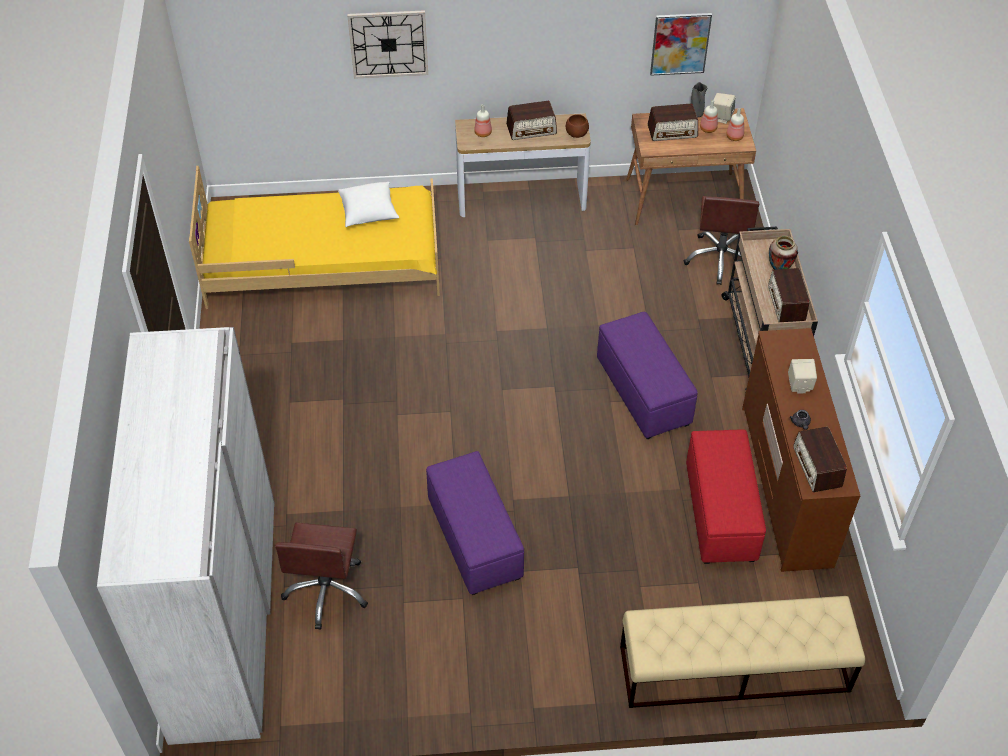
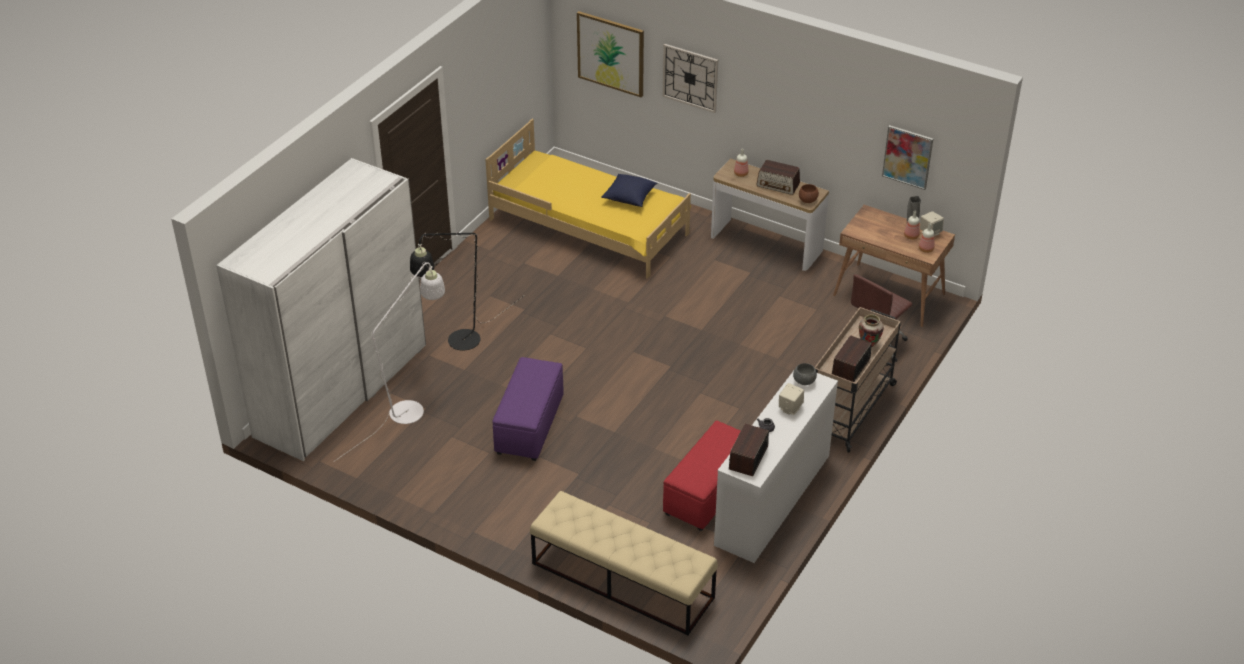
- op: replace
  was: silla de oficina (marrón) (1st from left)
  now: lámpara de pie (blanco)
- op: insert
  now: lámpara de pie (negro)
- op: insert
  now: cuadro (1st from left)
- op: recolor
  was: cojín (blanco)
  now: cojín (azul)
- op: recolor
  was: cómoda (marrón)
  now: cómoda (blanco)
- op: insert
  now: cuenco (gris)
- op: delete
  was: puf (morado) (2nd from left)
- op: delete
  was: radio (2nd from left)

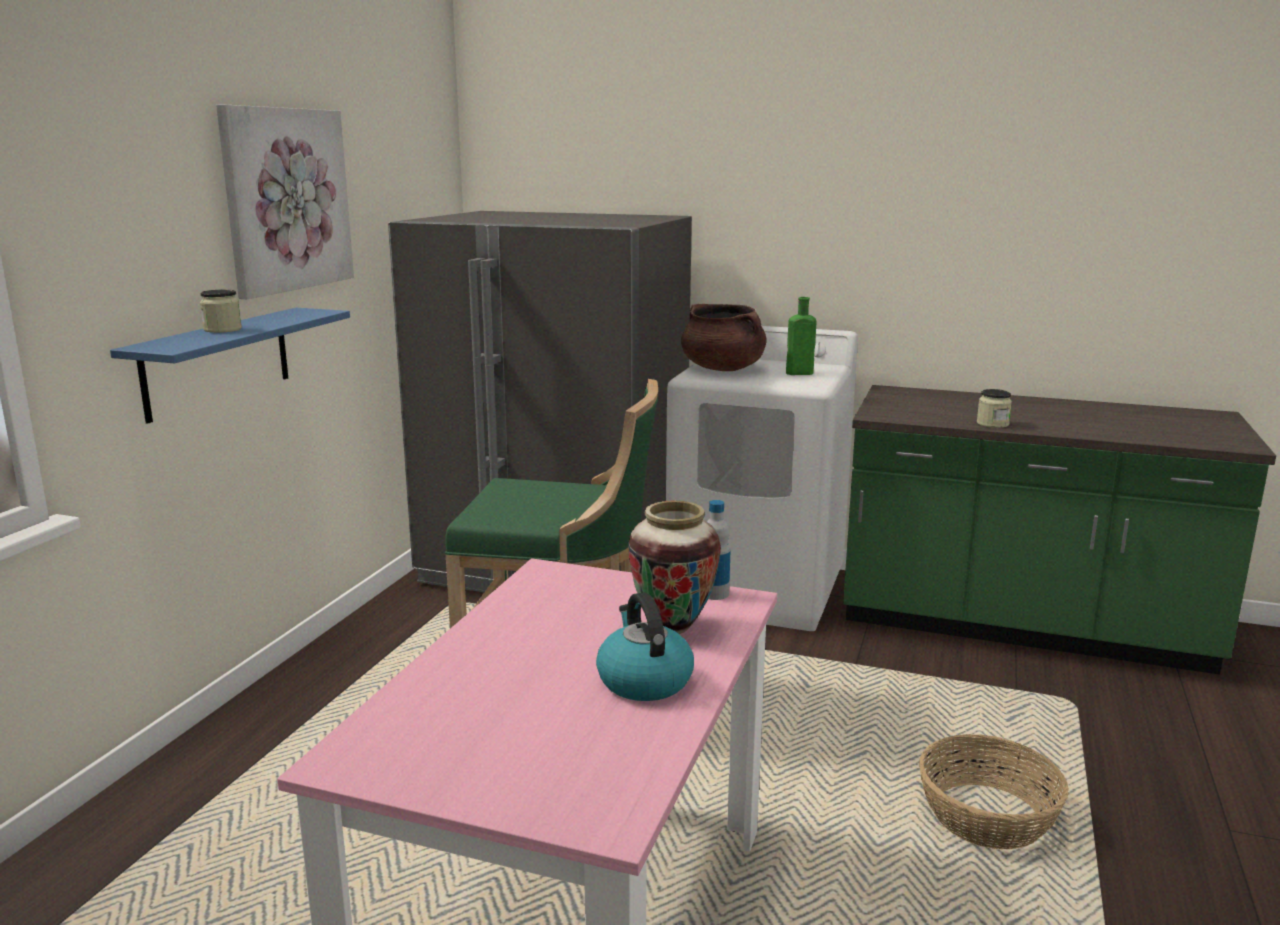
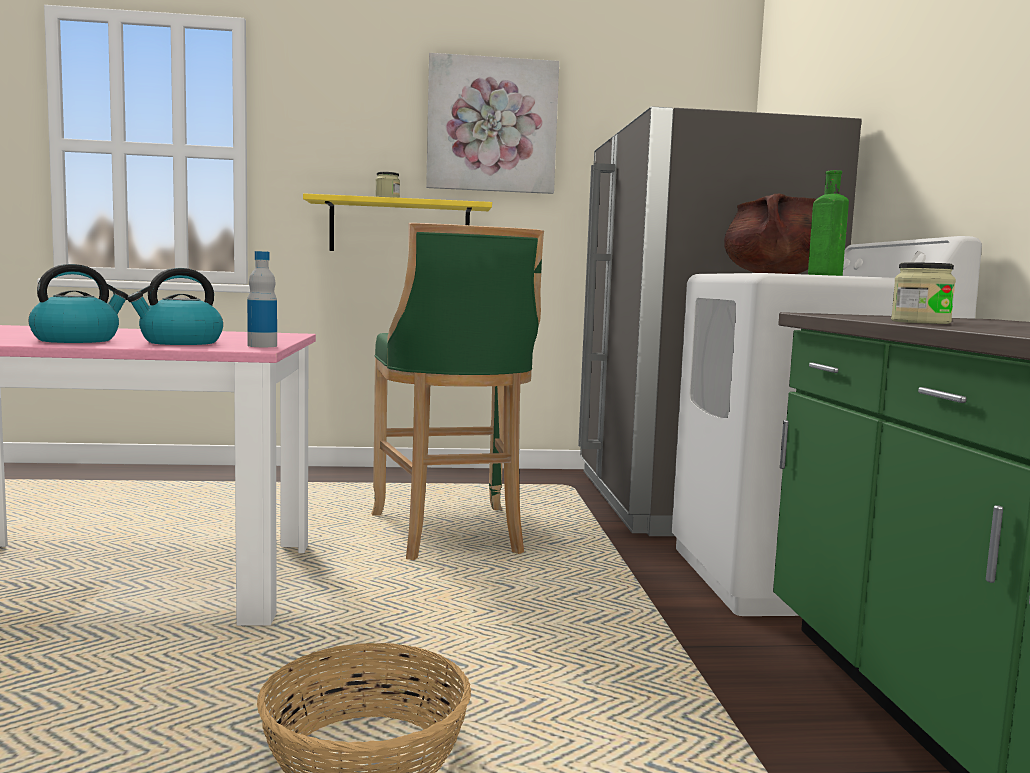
- op: replace
  was: florero
  now: hervidor (2nd from left)
- op: recolor
  was: estante (azul)
  now: estante (amarillo)

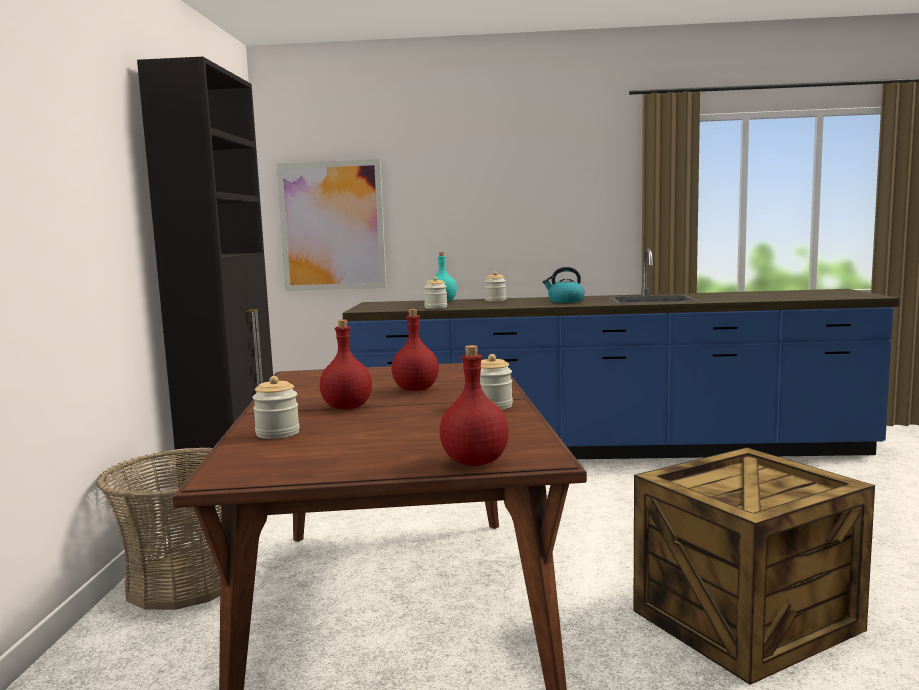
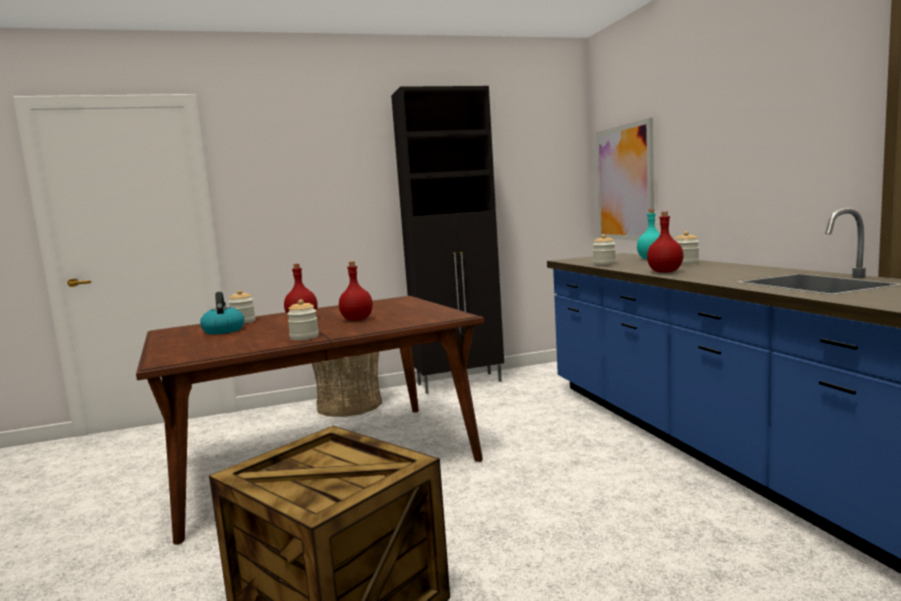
- op: move
  was: hervidor
- op: move
  was: botella (rojo) (3rd from left)

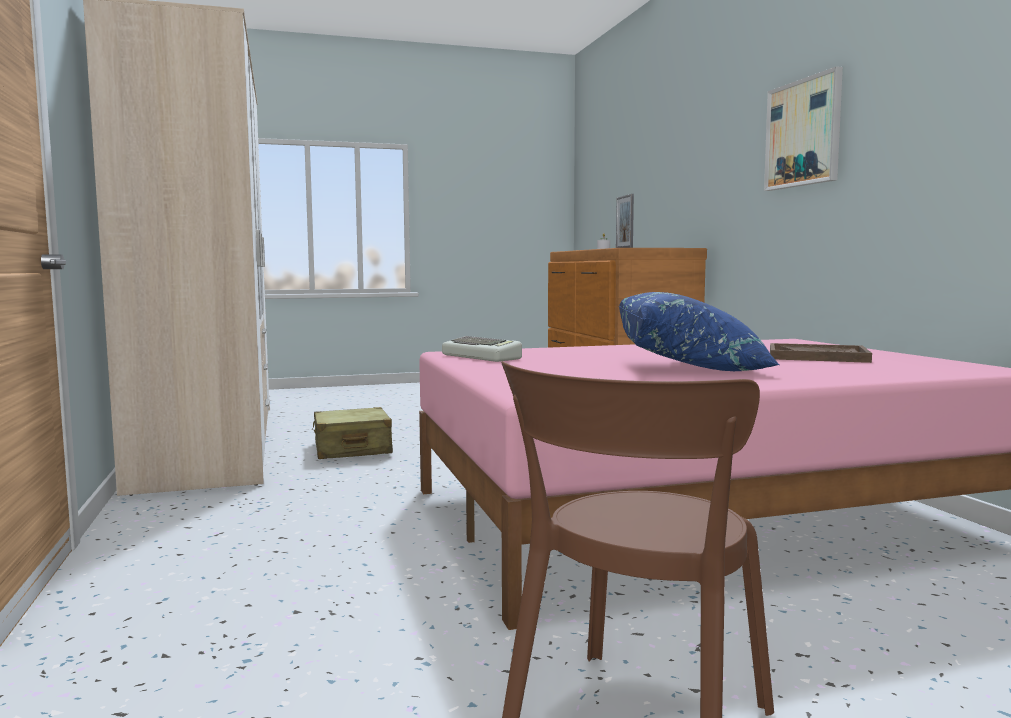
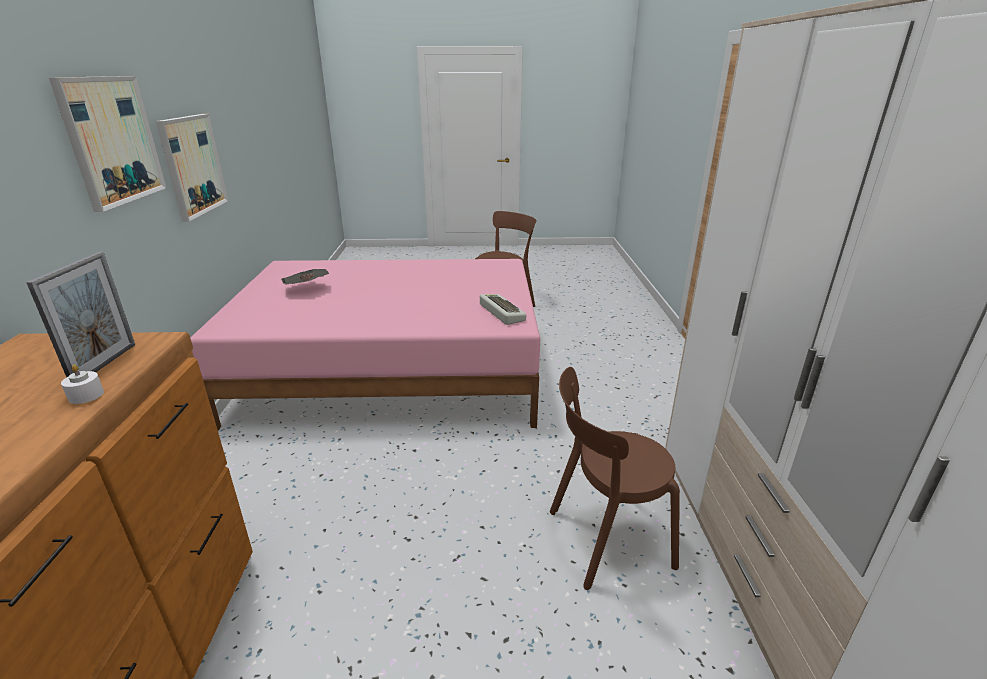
- op: insert
  now: cuadro (2nd from left)
- op: replace
  was: bandeja (marrón)
  now: periódico
- op: replace
  was: maleta (beis)
  now: silla (marrón) (2nd from left)
- op: delete
  was: cojín (azul)

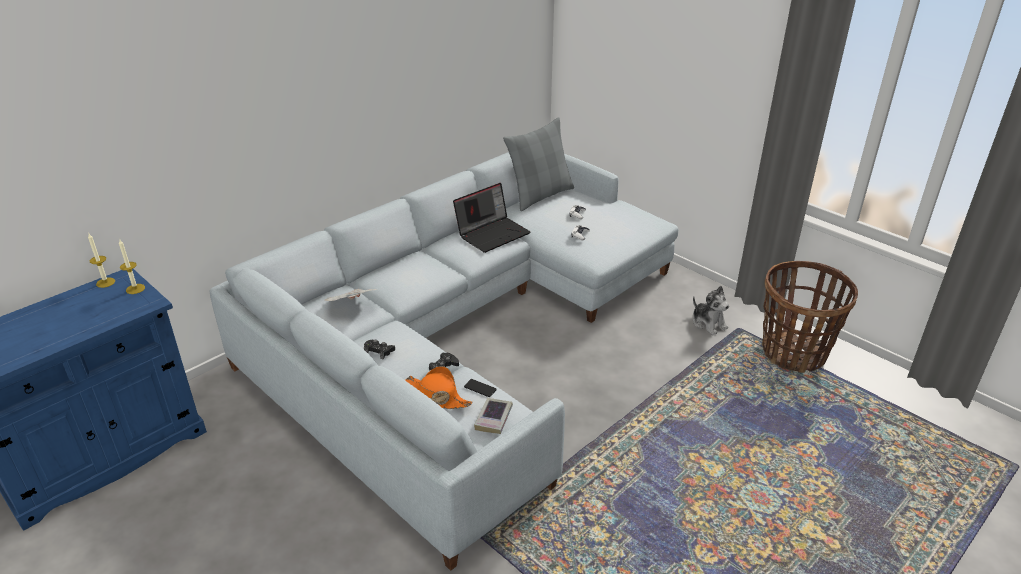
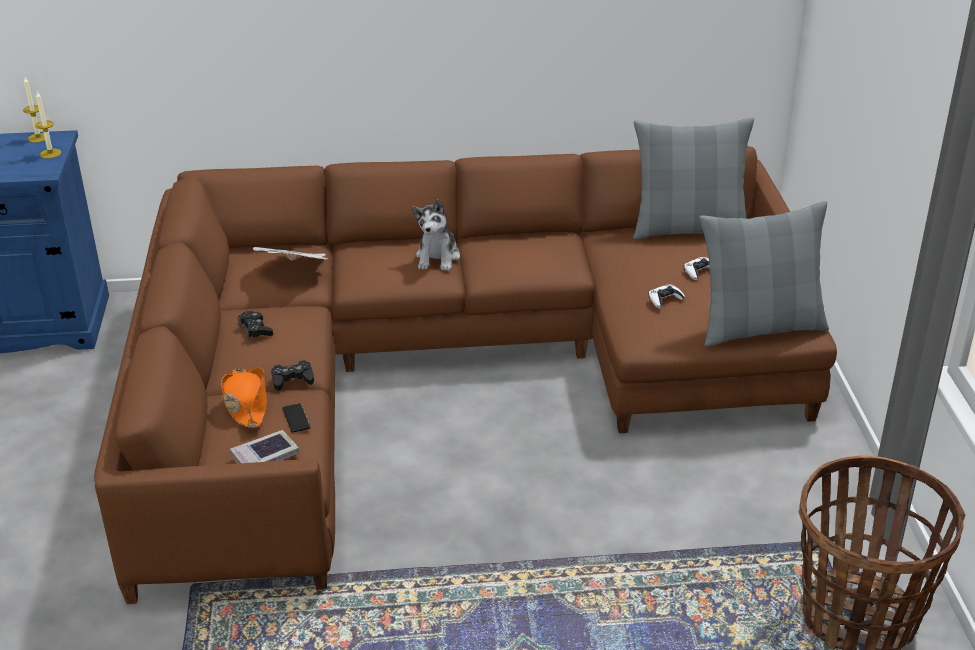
- op: recolor
  was: sofá (gris)
  now: sofá (marrón)
- op: move
  was: peluche
- op: insert
  now: cojín (gris) (2nd from left)
- op: delete
  was: portátil

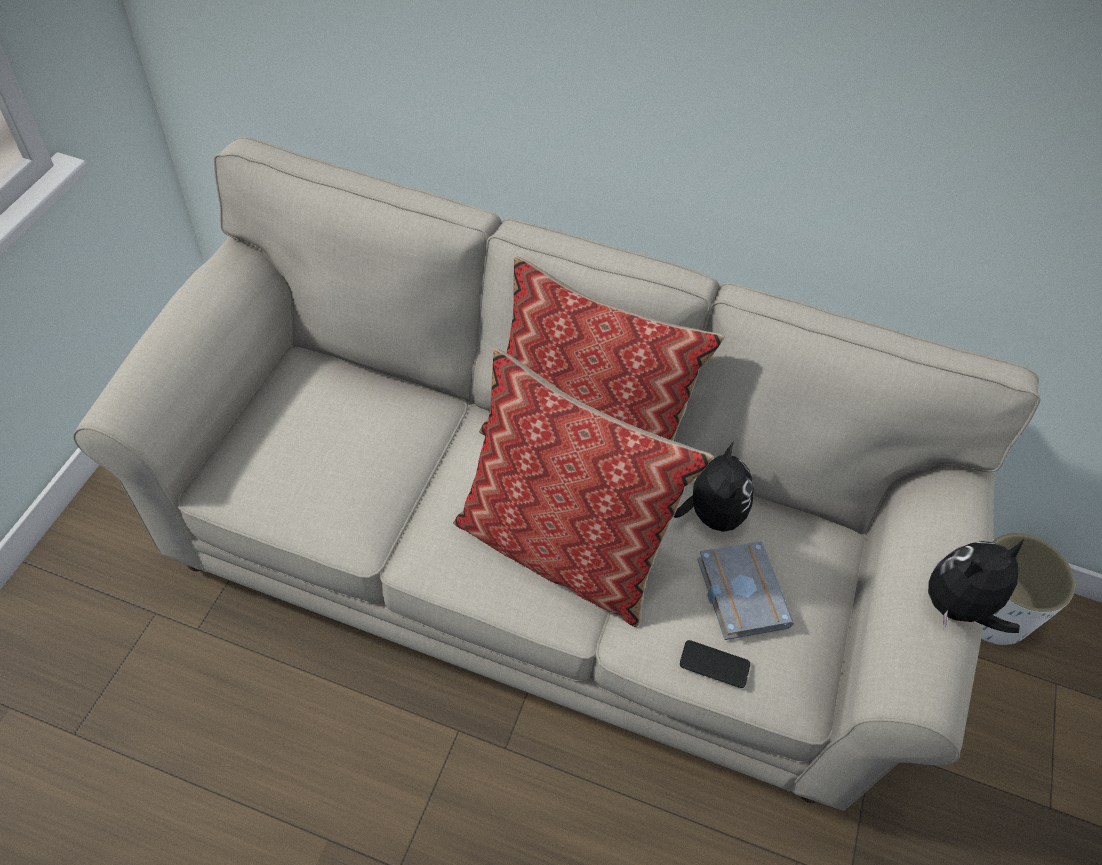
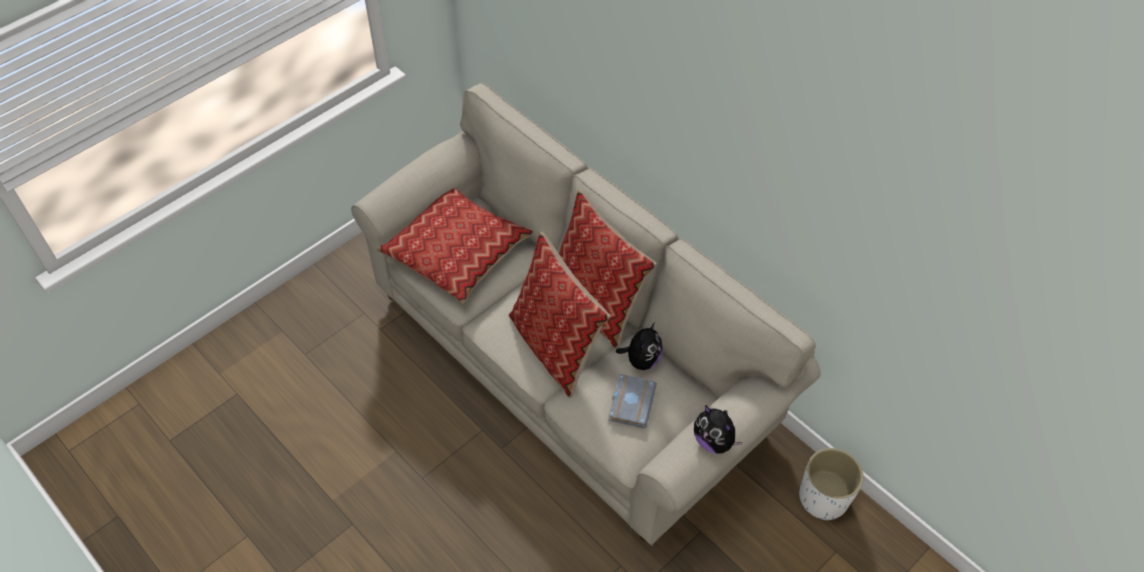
- op: insert
  now: cojín (1st from left)
- op: rotate
  was: peluche (2nd from left)
  clockwise: -135
- op: delete
  was: móvil

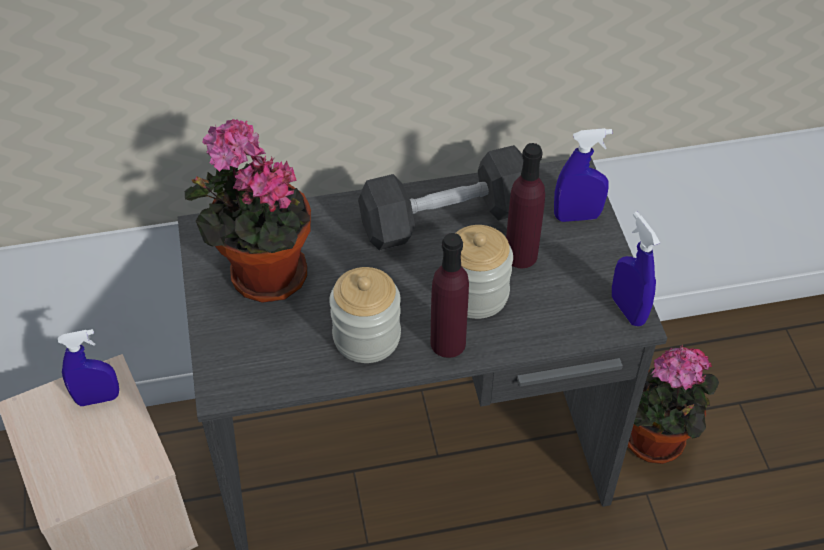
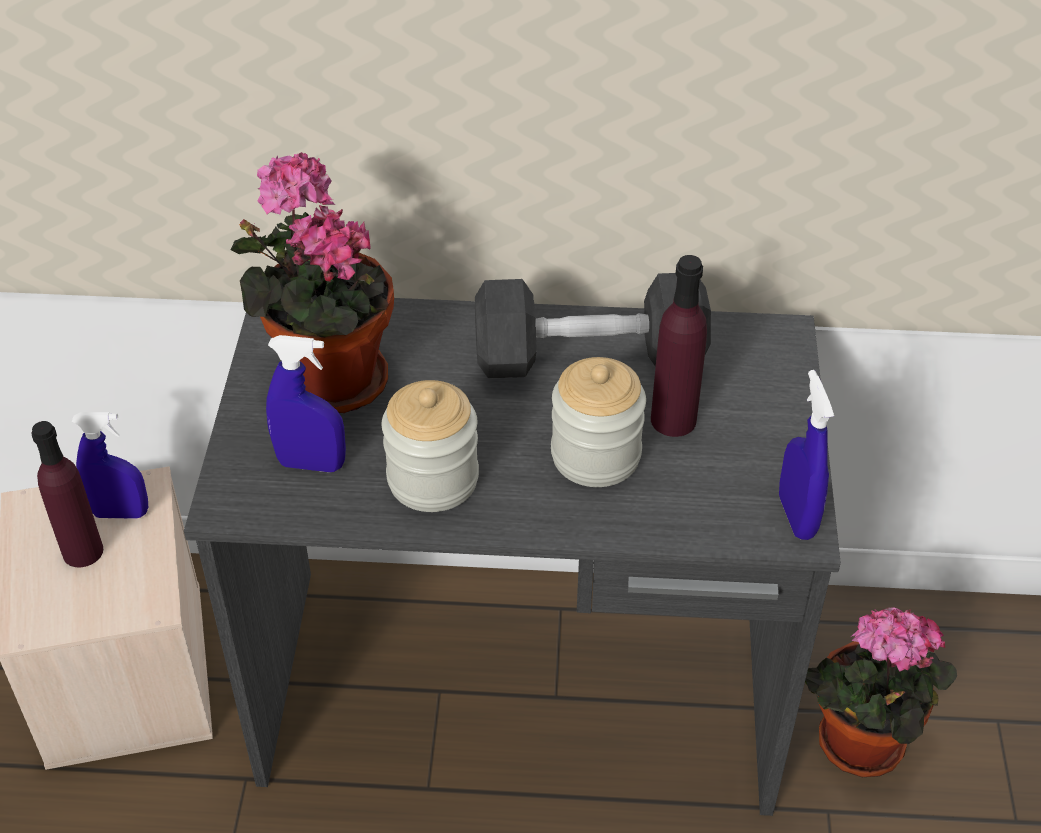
- op: move
  was: botella (morado) (1st from left)
- op: move
  was: pulverizador (azul) (2nd from left)

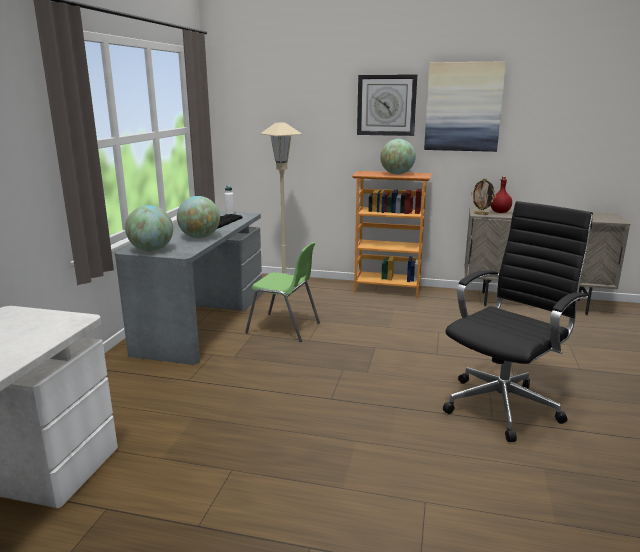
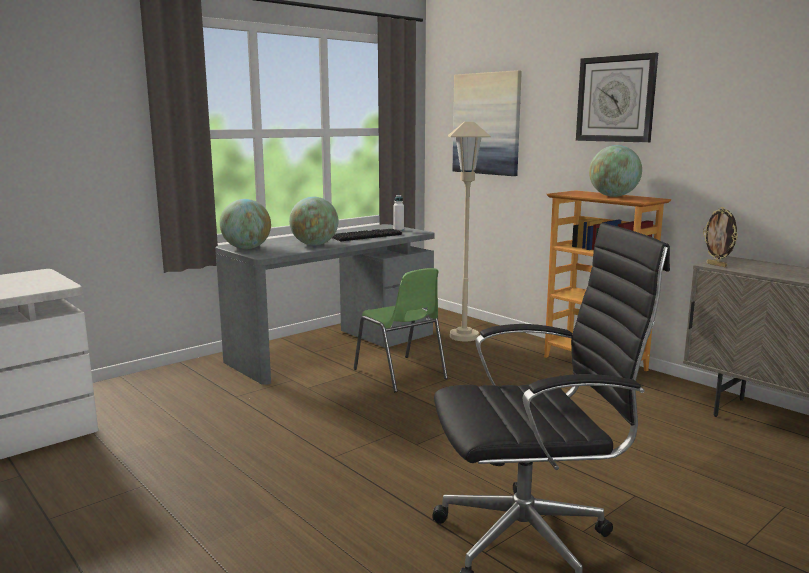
- op: move
  was: cuadro
- op: delete
  was: botella (rojo)

